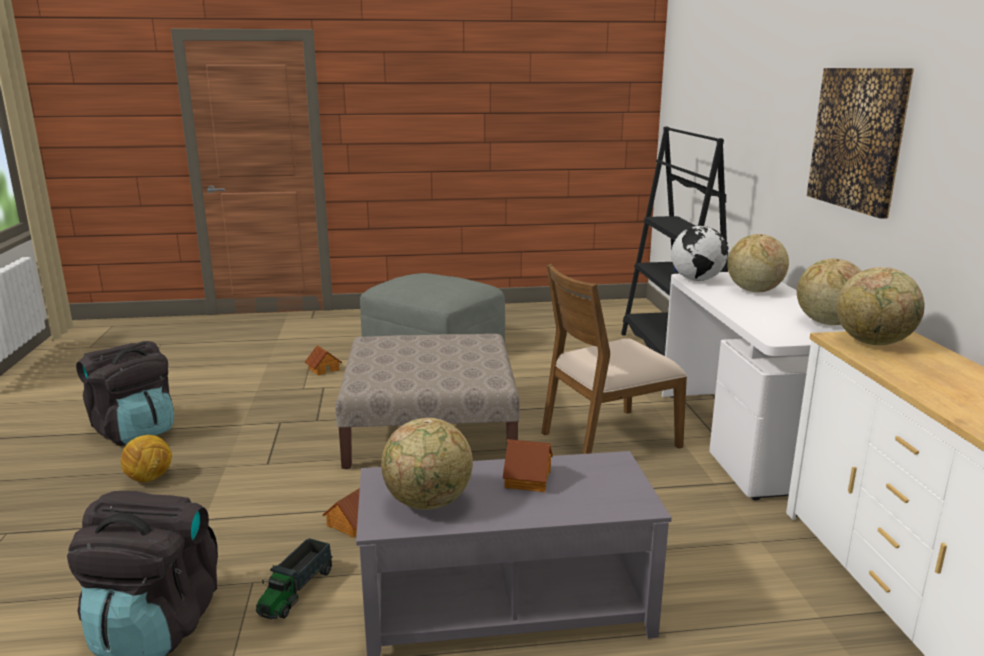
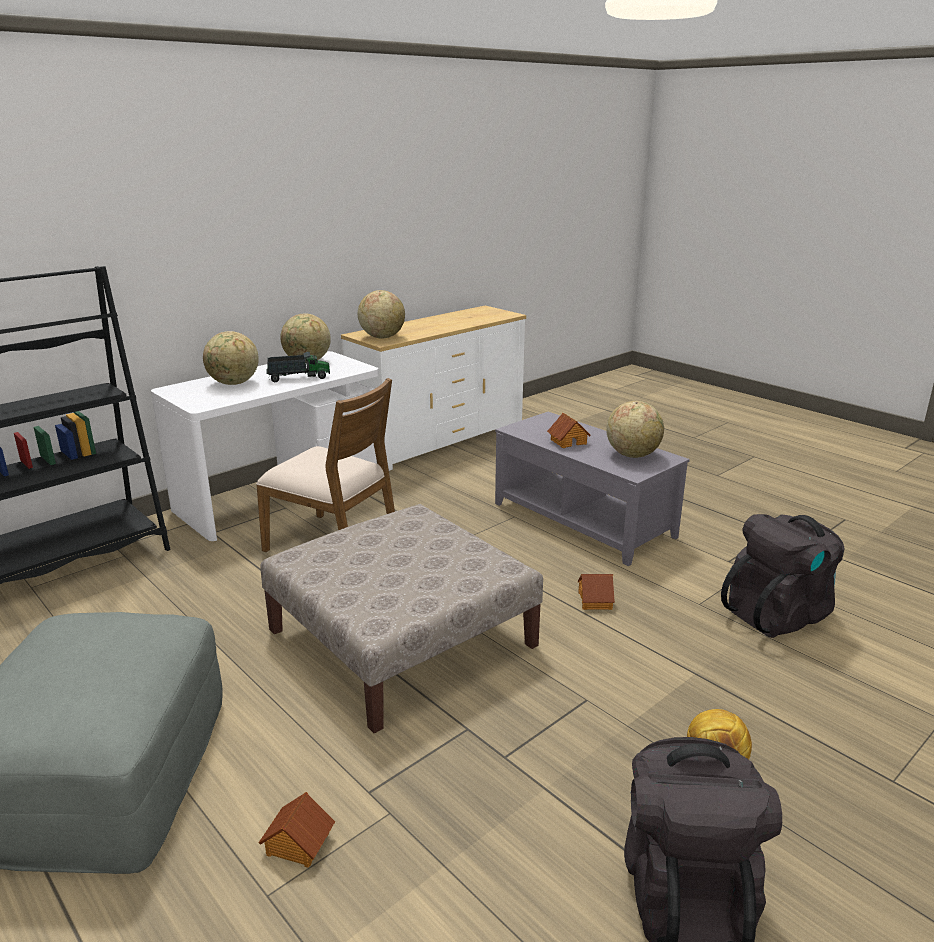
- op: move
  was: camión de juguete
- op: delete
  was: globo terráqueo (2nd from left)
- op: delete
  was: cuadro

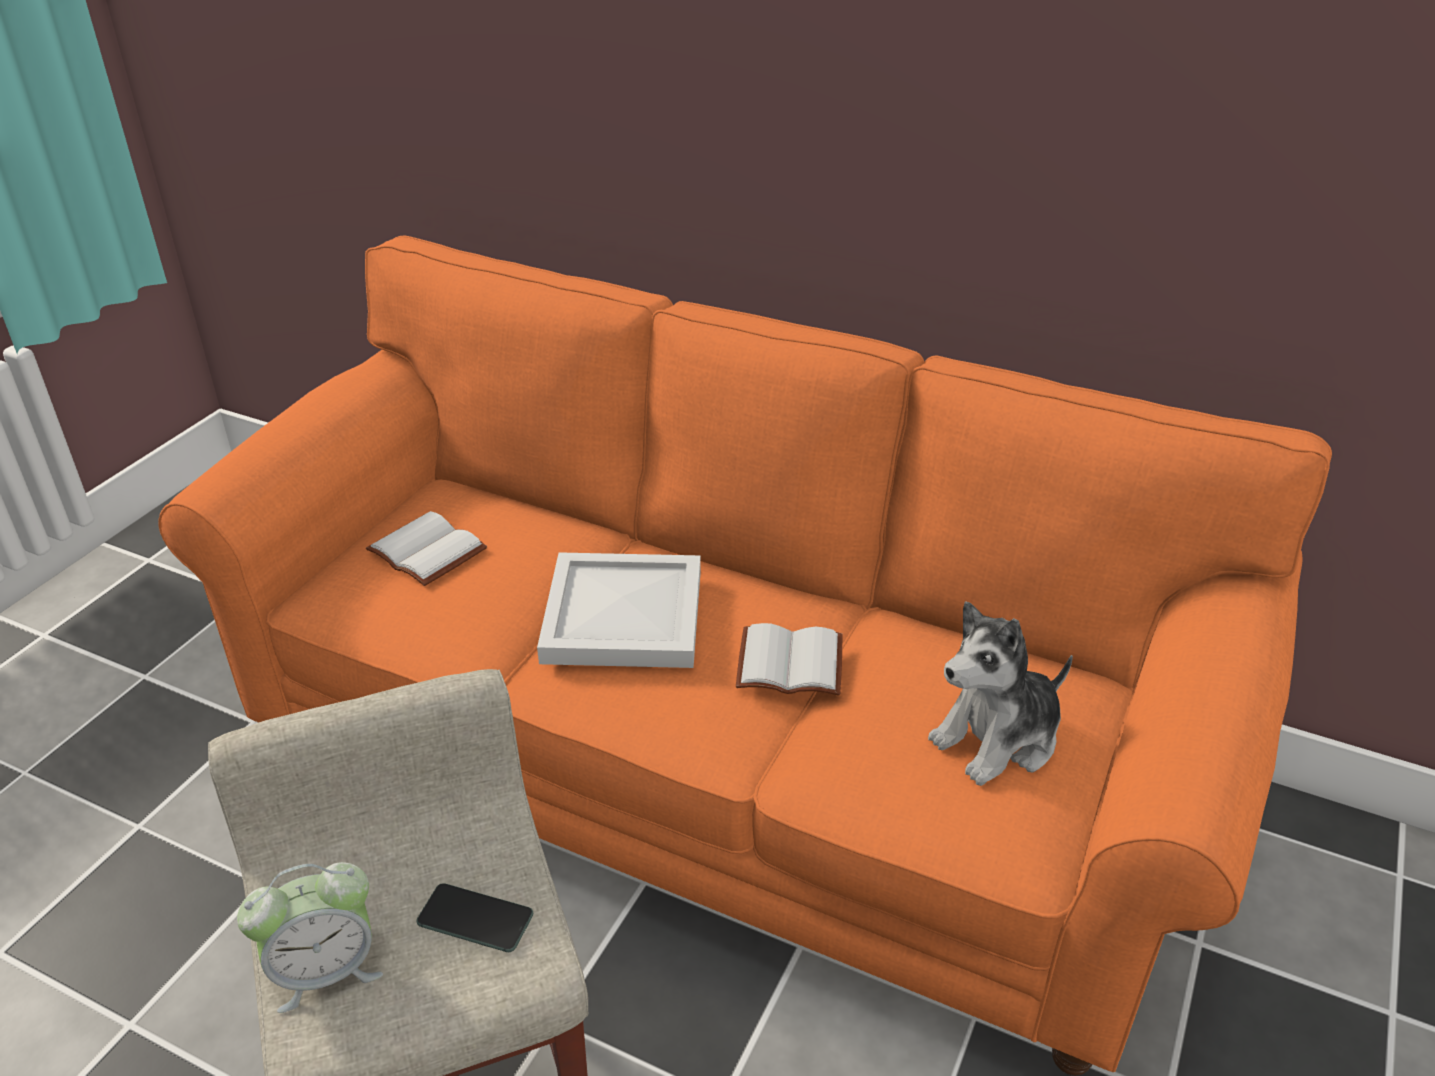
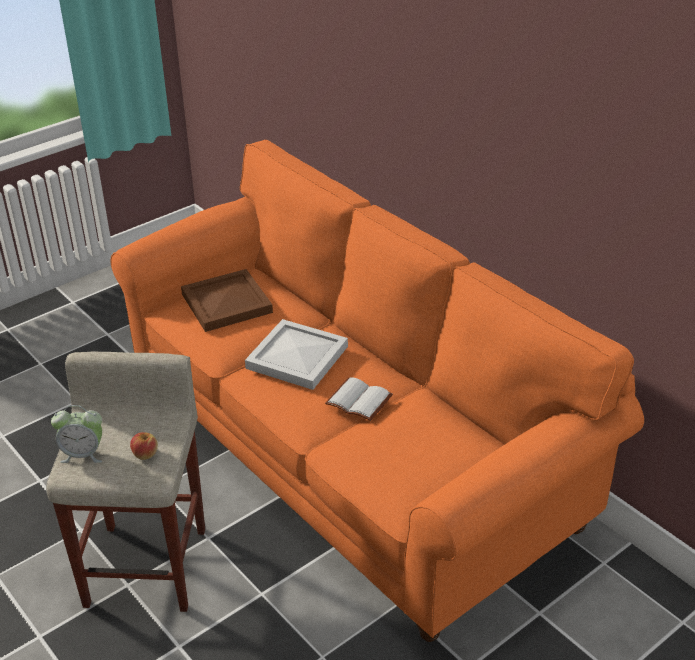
- op: replace
  was: móvil
  now: manzana
- op: replace
  was: libro (blanco) (1st from left)
  now: bandeja (marrón)
- op: delete
  was: peluche

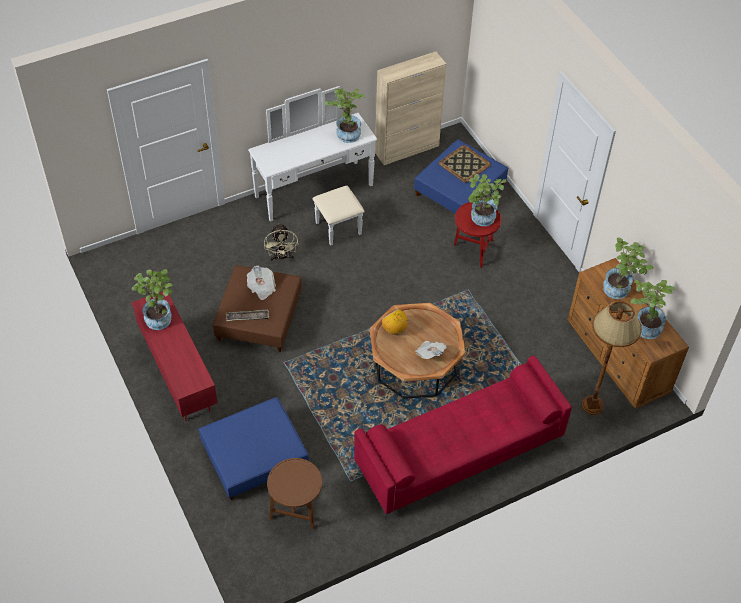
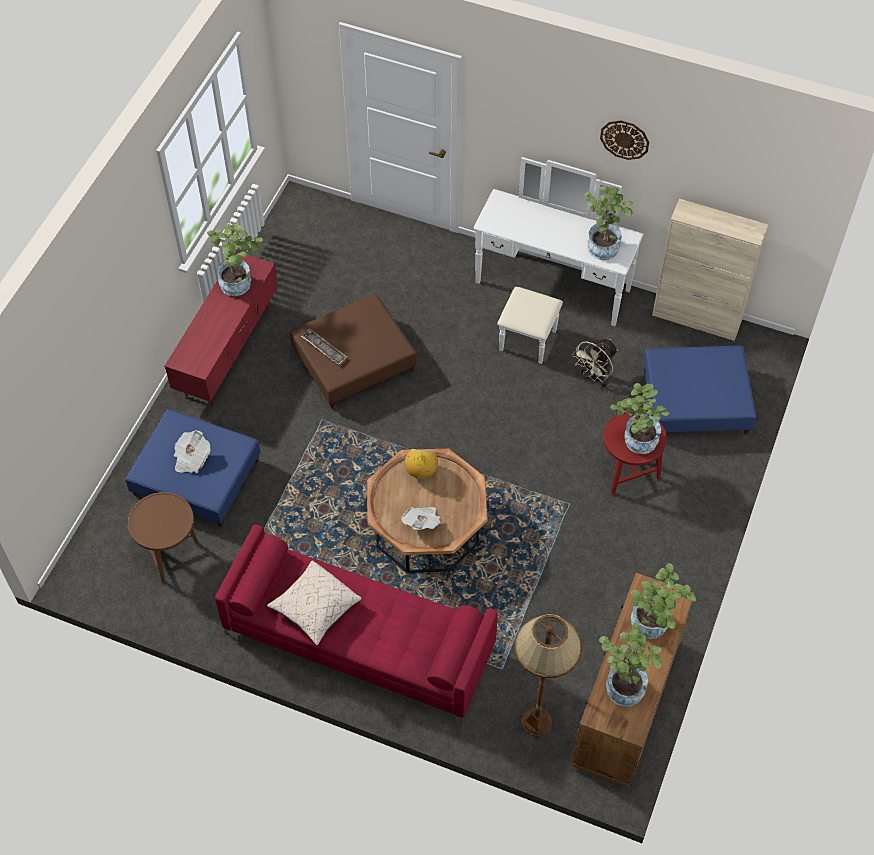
- op: move
  was: periódico (1st from left)
- op: insert
  now: cojín (beis)
- op: move
  was: ventilador (beis)
- op: insert
  now: reloj de pared
- op: delete
  was: bandeja (2nd from left)

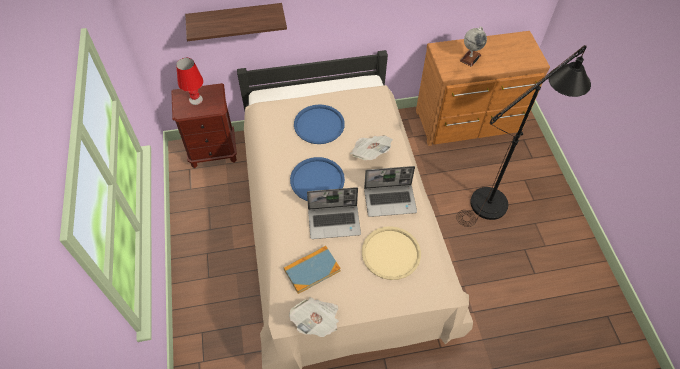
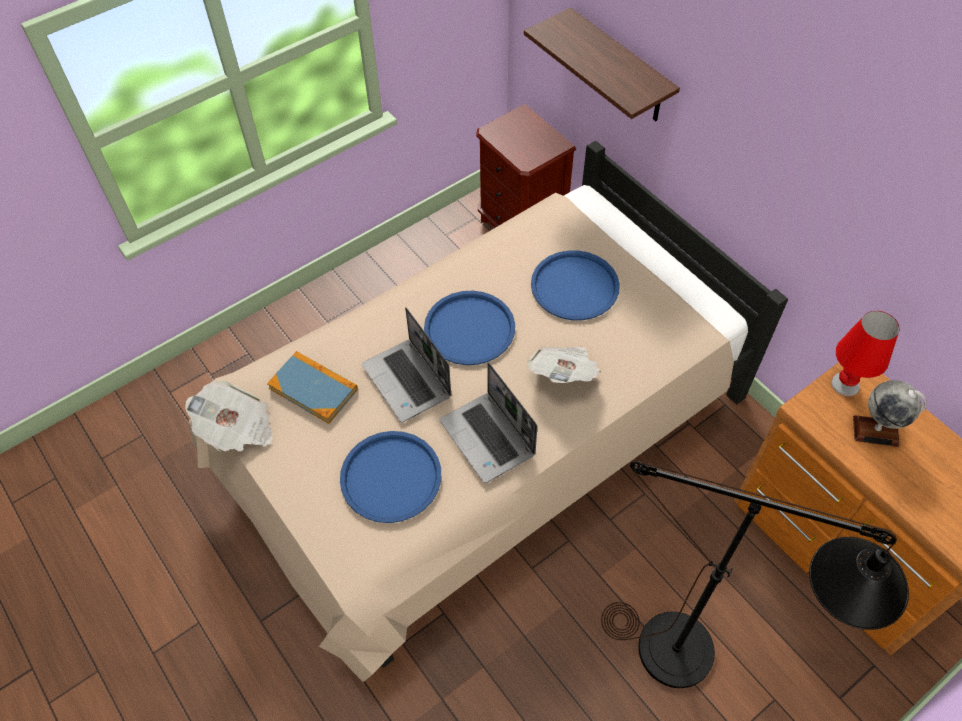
- op: recolor
  was: bandeja (beis)
  now: bandeja (azul) (1st from left)
- op: move
  was: lámpara de mesa (rojo)

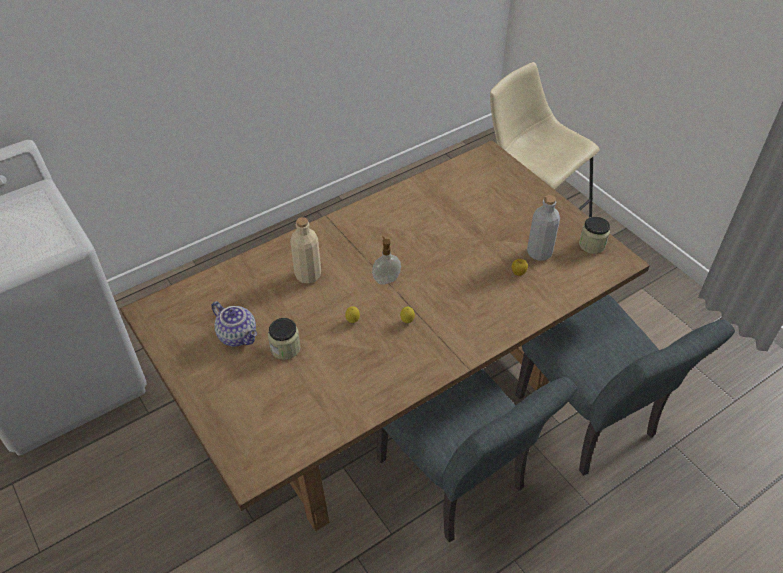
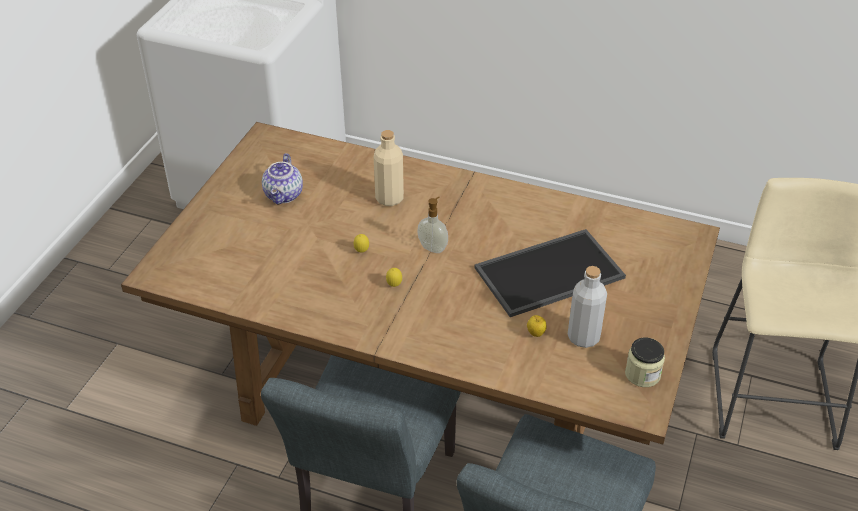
- op: insert
  now: bandeja
- op: delete
  was: tarro (1st from left)

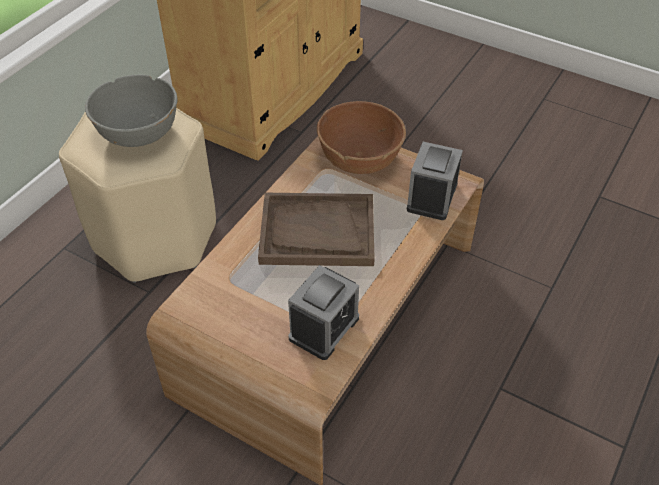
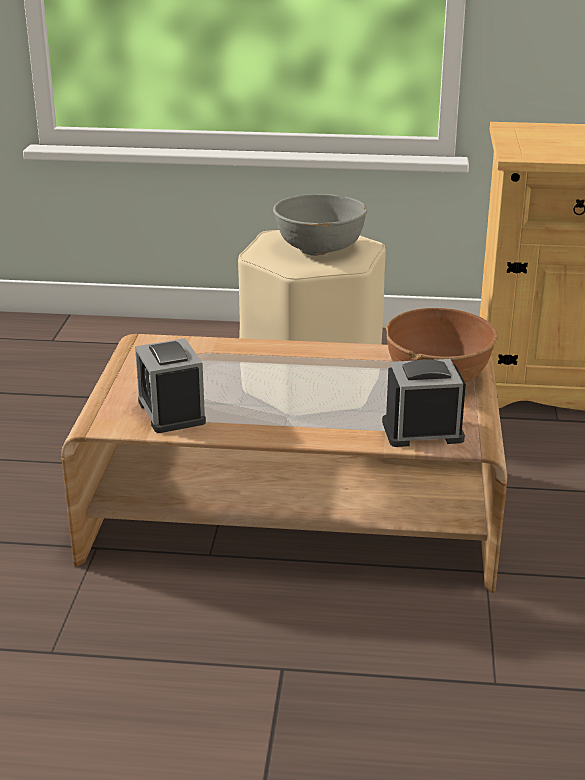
- op: rotate
  was: despertador (1st from left)
  clockwise: 60
- op: delete
  was: bandeja (marrón)

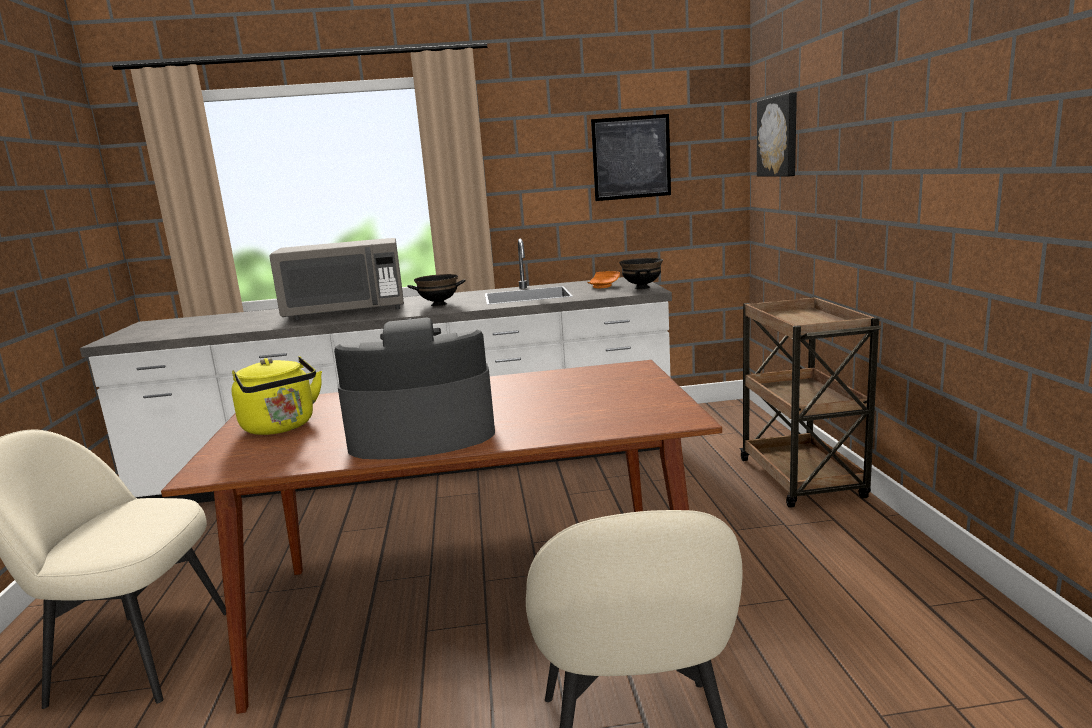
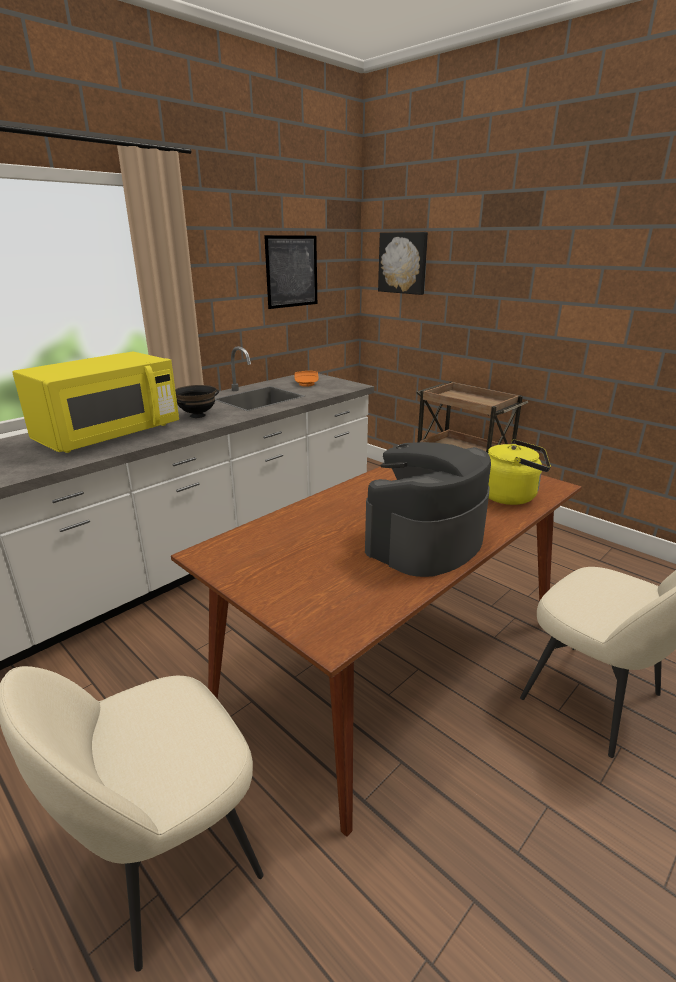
- op: recolor
  was: microondas (gris)
  now: microondas (amarillo)
- op: move
  was: hervidor (amarillo)
- op: delete
  was: cuenco (negro) (2nd from left)

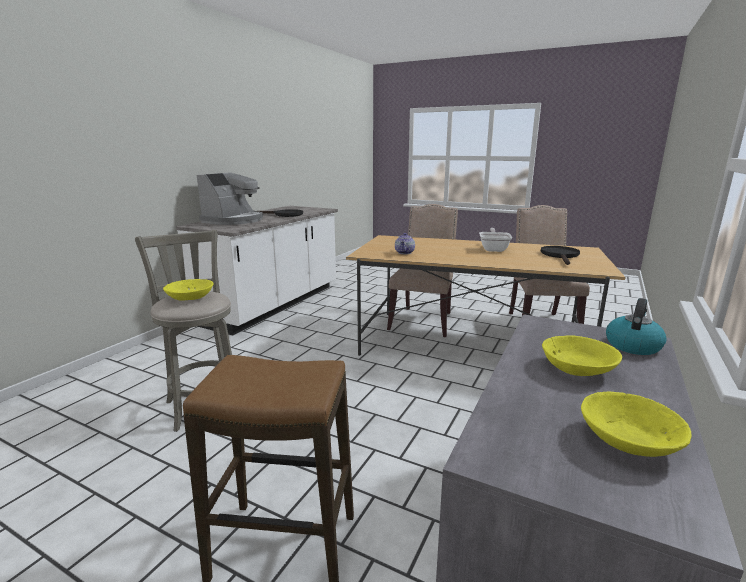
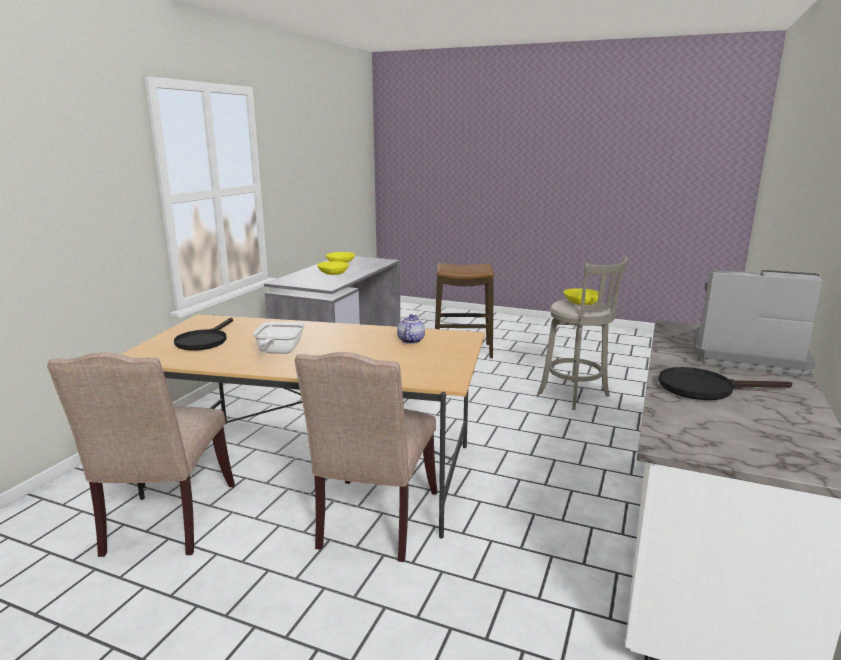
- op: rotate
  was: cafetera
  clockwise: 90
- op: delete
  was: hervidor

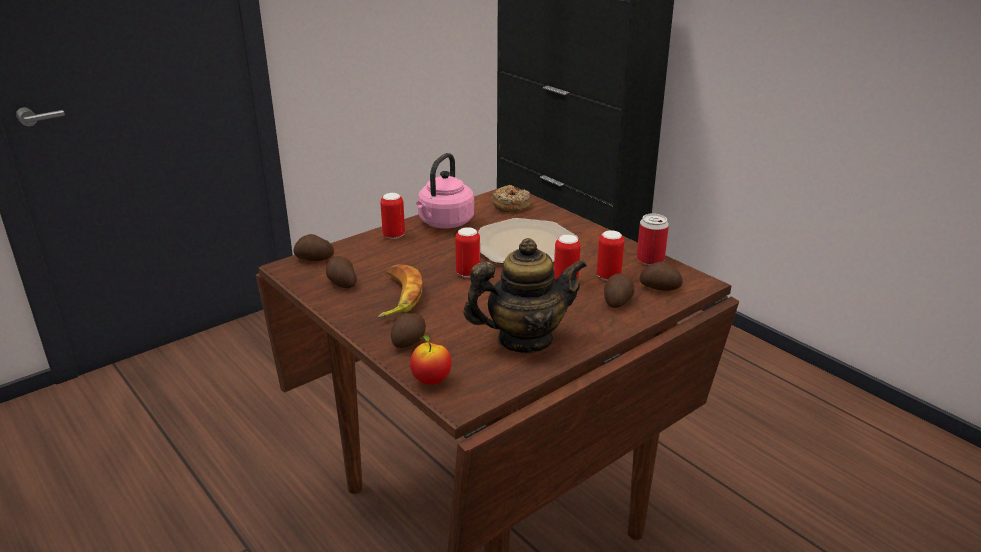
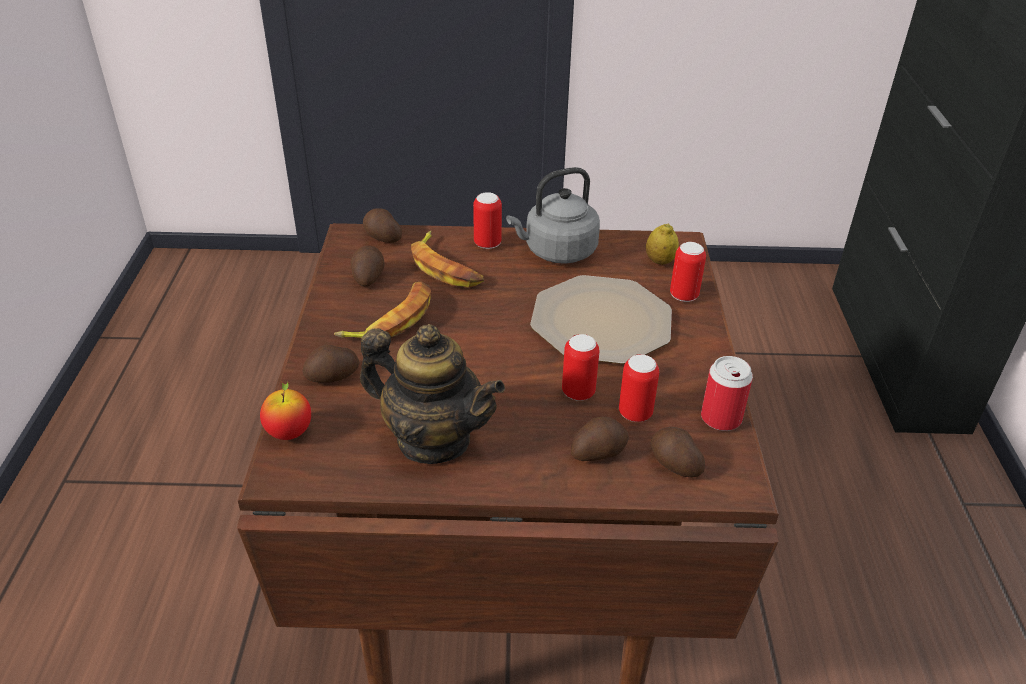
- op: insert
  now: plátano (2nd from left)
- op: recolor
  was: hervidor (rosa)
  now: hervidor (gris)
- op: replace
  was: rosquilla
  now: limón
- op: move
  was: lata (2nd from left in the first image)
  now: lata (4th from left)

